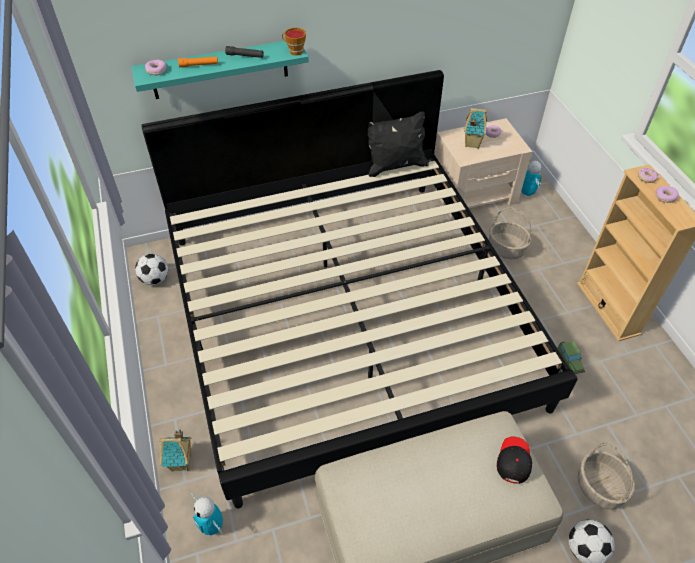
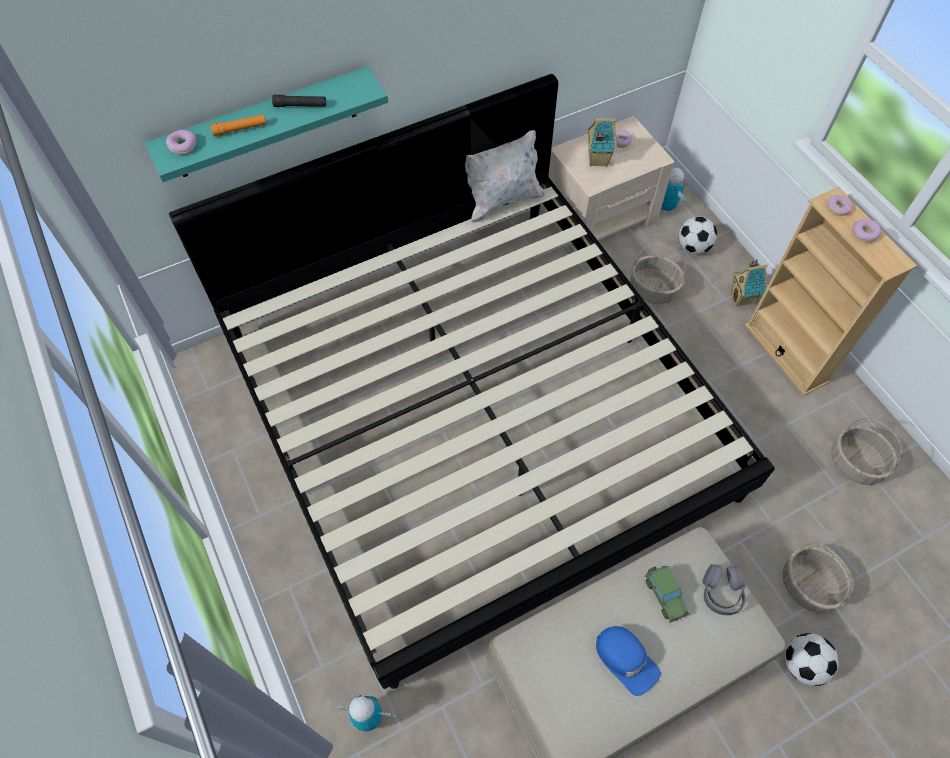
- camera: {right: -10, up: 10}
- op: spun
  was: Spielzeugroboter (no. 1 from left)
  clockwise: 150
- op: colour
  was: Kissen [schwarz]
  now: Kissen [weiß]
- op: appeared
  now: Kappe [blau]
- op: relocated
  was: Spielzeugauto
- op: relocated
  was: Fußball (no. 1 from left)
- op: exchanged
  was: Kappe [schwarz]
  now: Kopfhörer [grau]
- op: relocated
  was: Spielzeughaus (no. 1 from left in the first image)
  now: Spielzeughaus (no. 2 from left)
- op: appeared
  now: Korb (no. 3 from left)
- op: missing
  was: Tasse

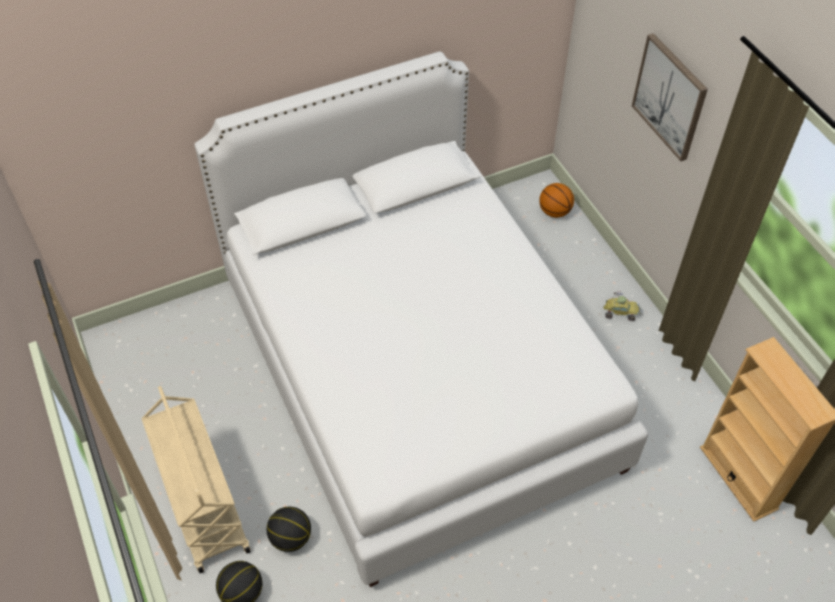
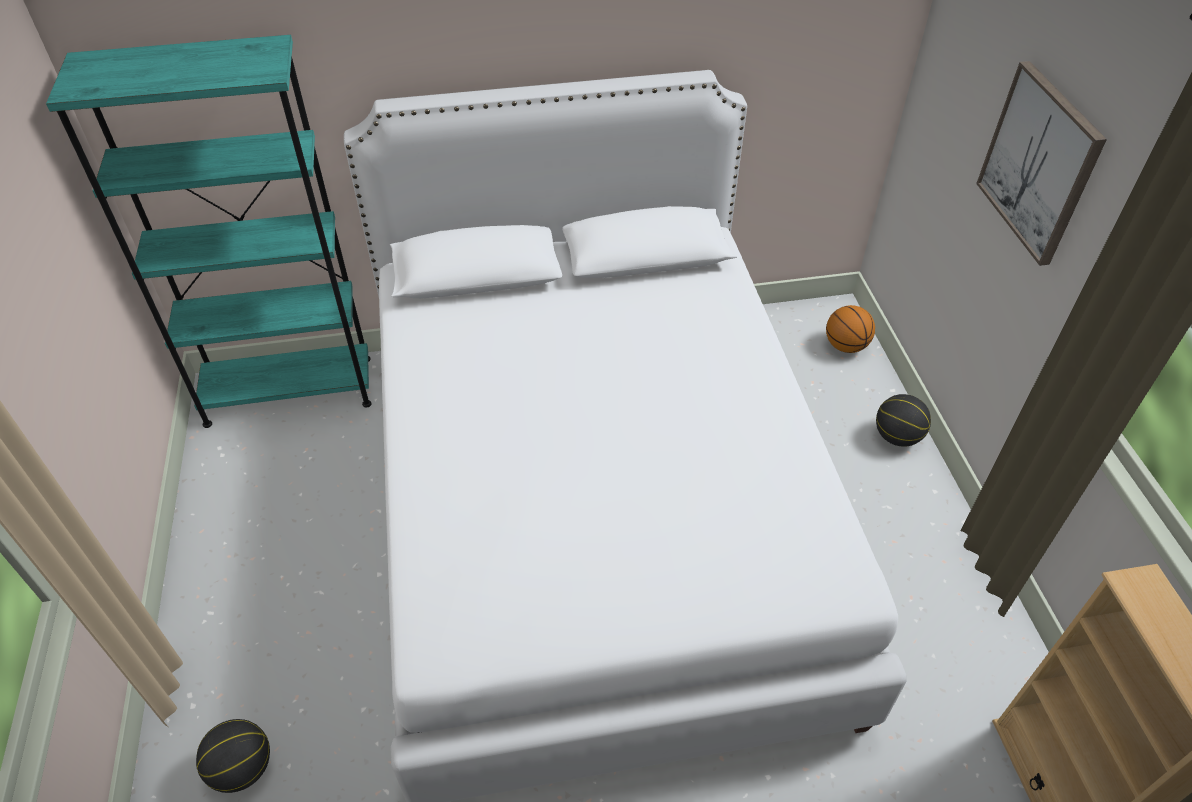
- camera: {right: 15, up: -5}
- op: appeared
  now: Bücherregal [türkis]
- op: relocated
  was: Basketball (no. 2 from left in the first image)
  now: Basketball (no. 3 from left)
- op: missing
  was: Rollwagen [beige]
- op: missing
  was: Spielzeugauto

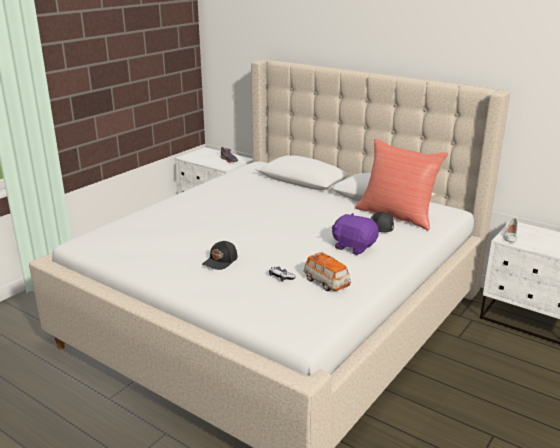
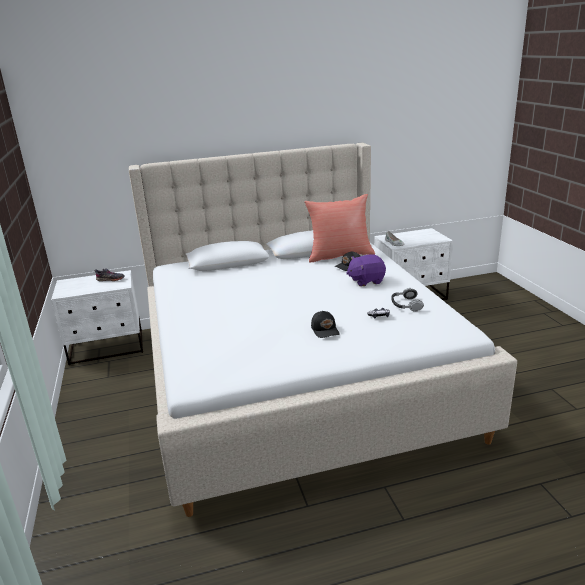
- camera: {right: -50, up: 0}
- op: exchanged
  was: Spielzeugauto
  now: Kopfhörer

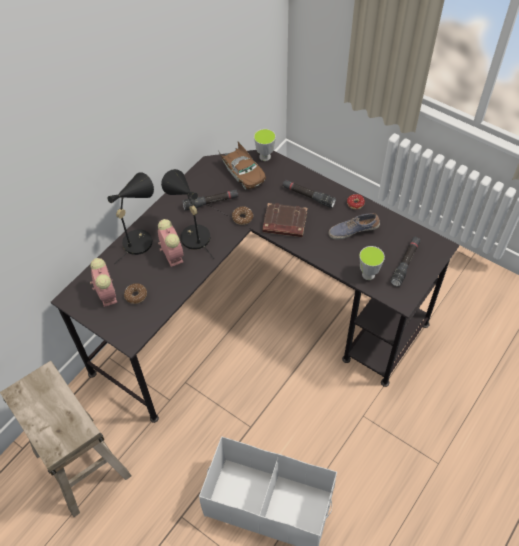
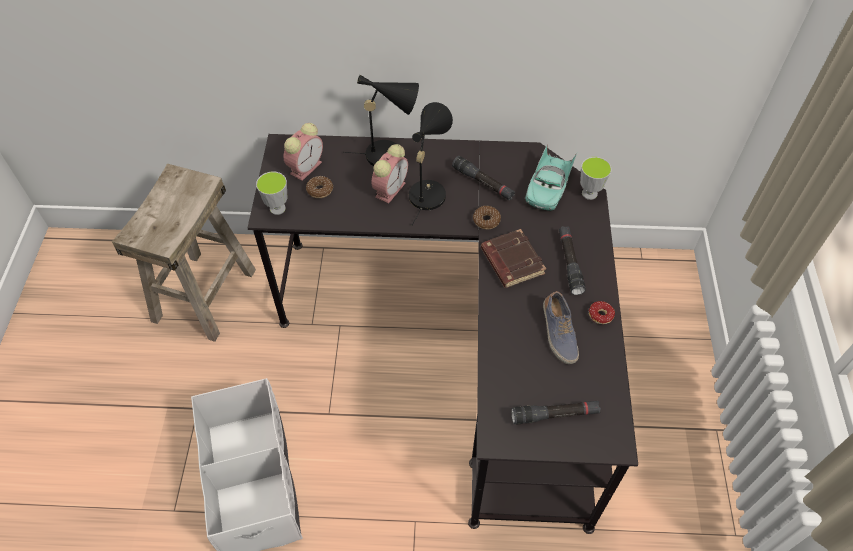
- camera: {right: 55, up: 0}
- op: relocated
  was: Tasse (no. 2 from left in the first image)
  now: Tasse (no. 1 from left)
- op: colour
  was: Spielzeugauto [braun]
  now: Spielzeugauto [türkis]
- op: spun
  was: Schuh
  clockwise: -150

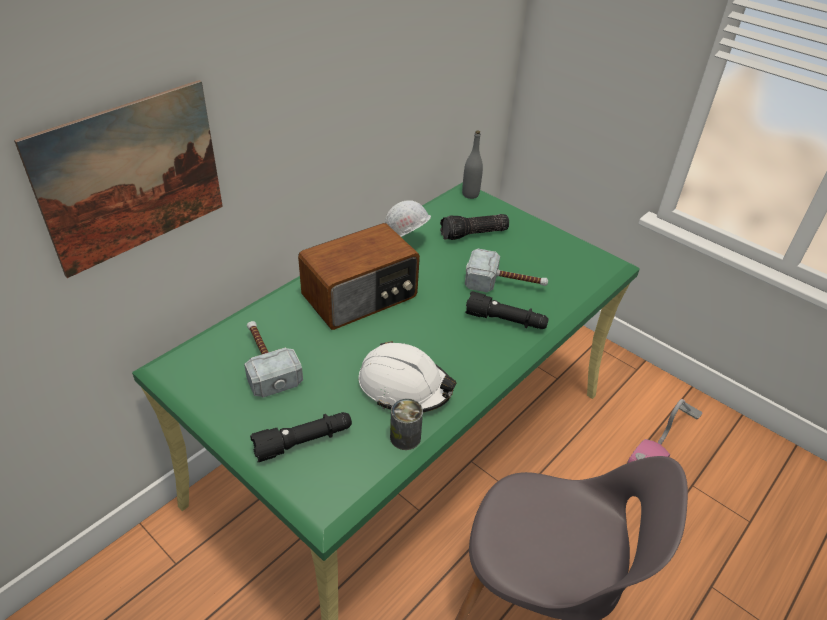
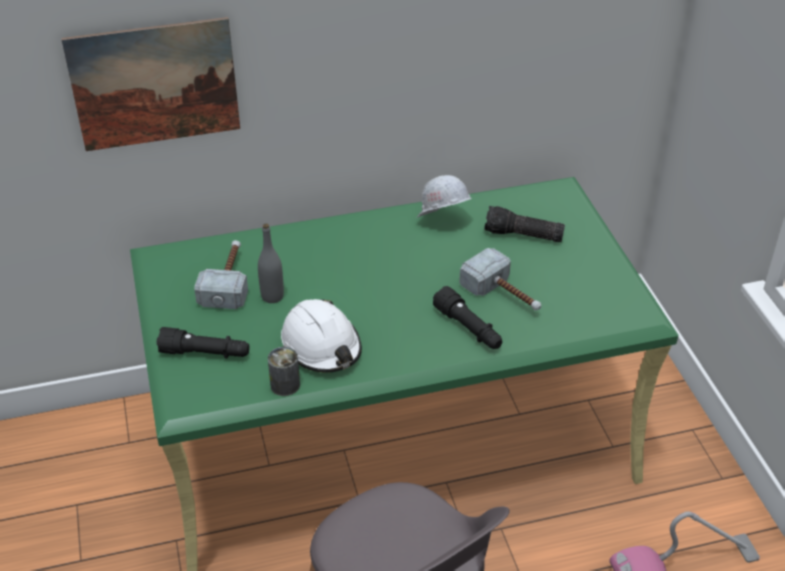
- camera: {right: 35, up: 0}
- op: relocated
  was: Flasche [grau]
- op: missing
  was: Radio

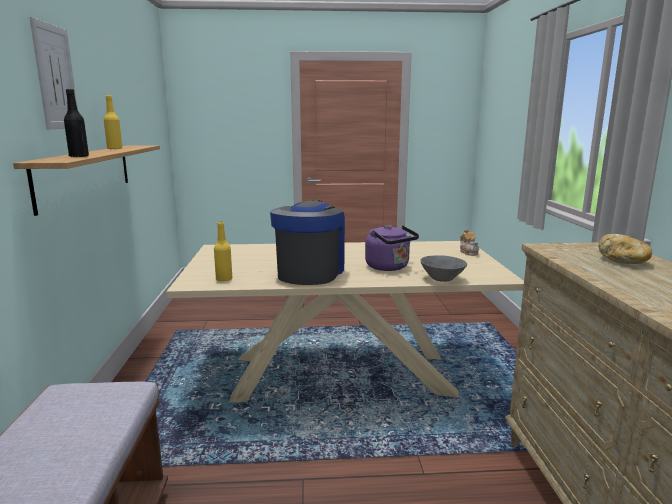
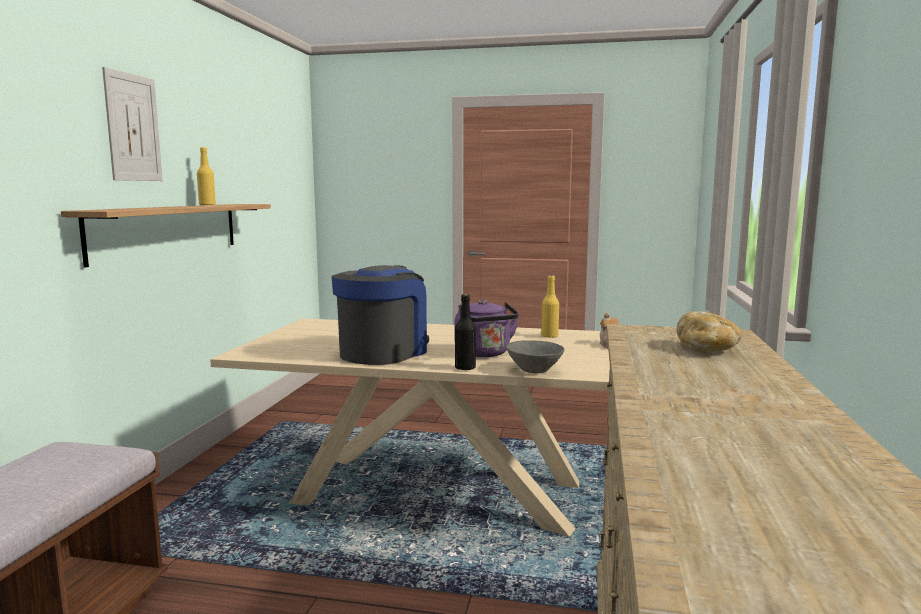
- camera: {right: 15, up: -5}
- op: relocated
  was: Flasche [schwarz]
- op: relocated
  was: Flasche [gelb] (no. 2 from left)

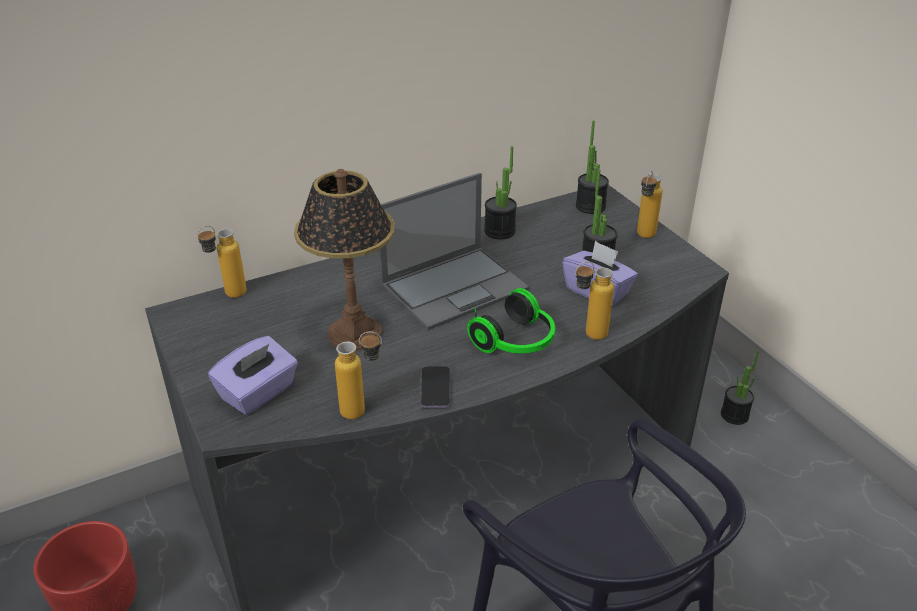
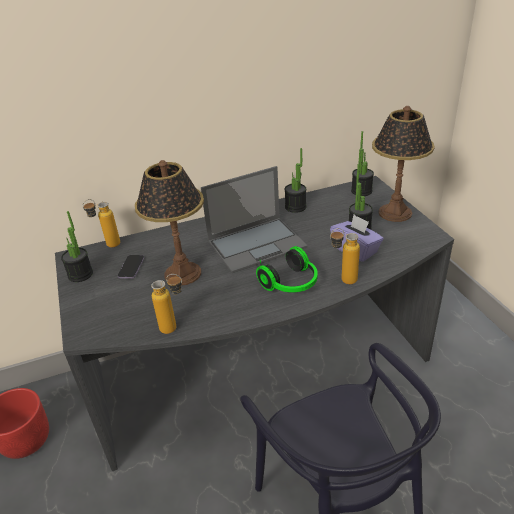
- camera: {right: 10, up: 0}
- op: relocated
  was: Topfpflanze (no. 4 from left in the first image)
  now: Topfpflanze (no. 1 from left)
- op: relocated
  was: Handy
- op: exchanged
  was: Flasche (no. 4 from left)
  now: Tischlampe (no. 2 from left)
- op: missing
  was: Taschentuchbox [lila] (no. 1 from left)

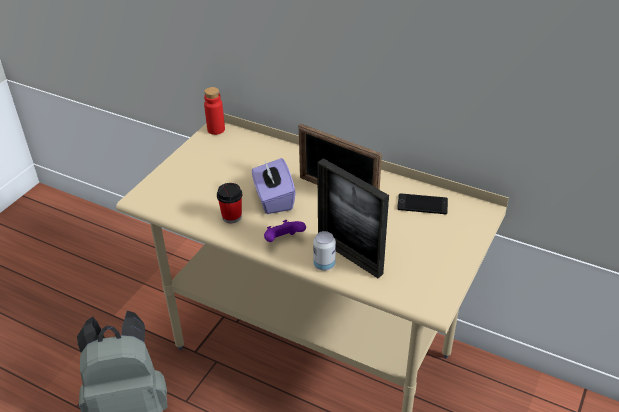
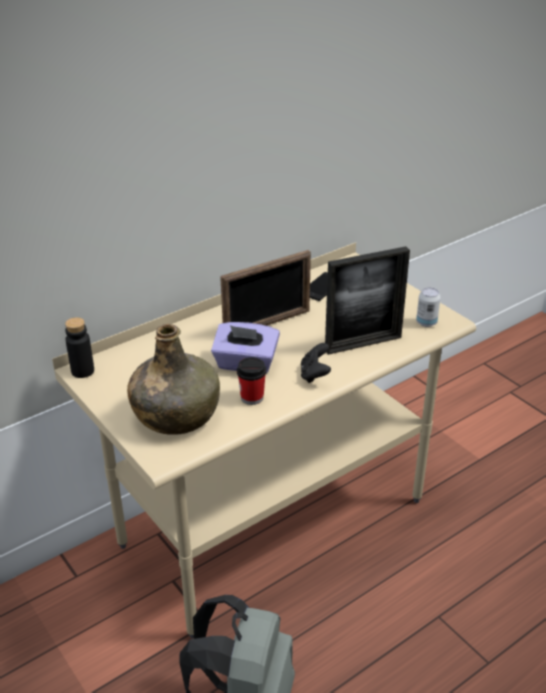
- camera: {right: -65, up: -5}
- op: colour
  was: Flasche [rot]
  now: Flasche [schwarz]
- op: appeared
  now: Flasche [grün]
- op: colour
  was: Gamepad [lila]
  now: Gamepad [schwarz]
- op: relocated
  was: Dose

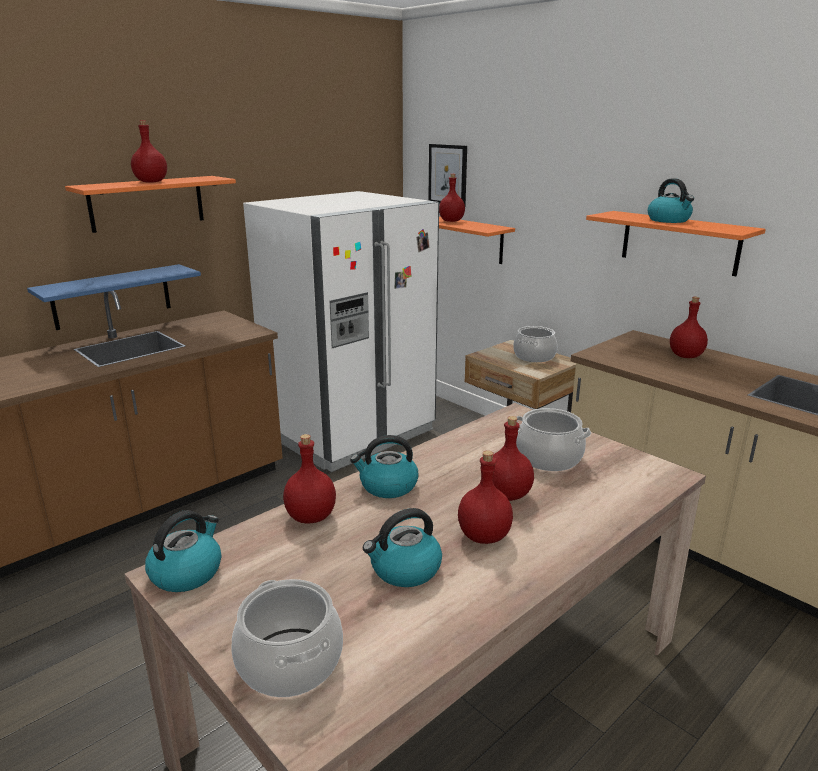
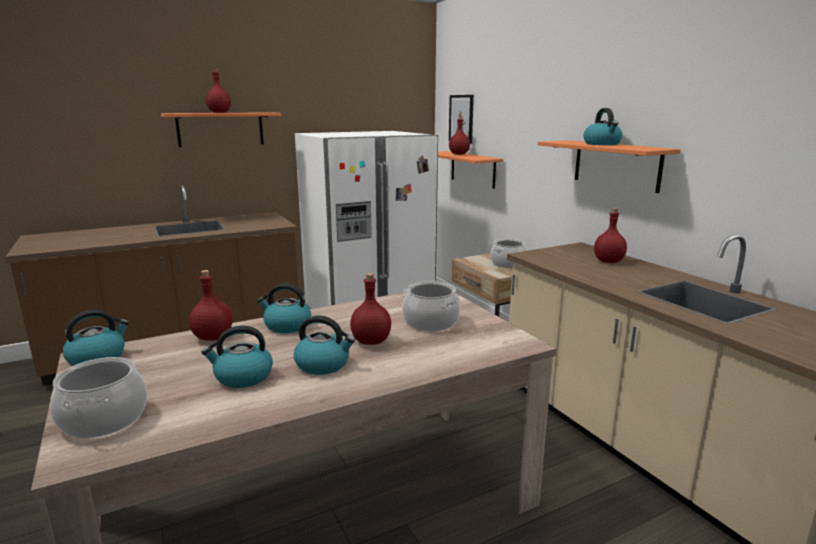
- camera: {right: 15, up: -5}
- op: exchanged
  was: Flasche [rot] (no. 4 from left)
  now: Wasserkessel (no. 4 from left)
- op: missing
  was: Wandregal [blau]

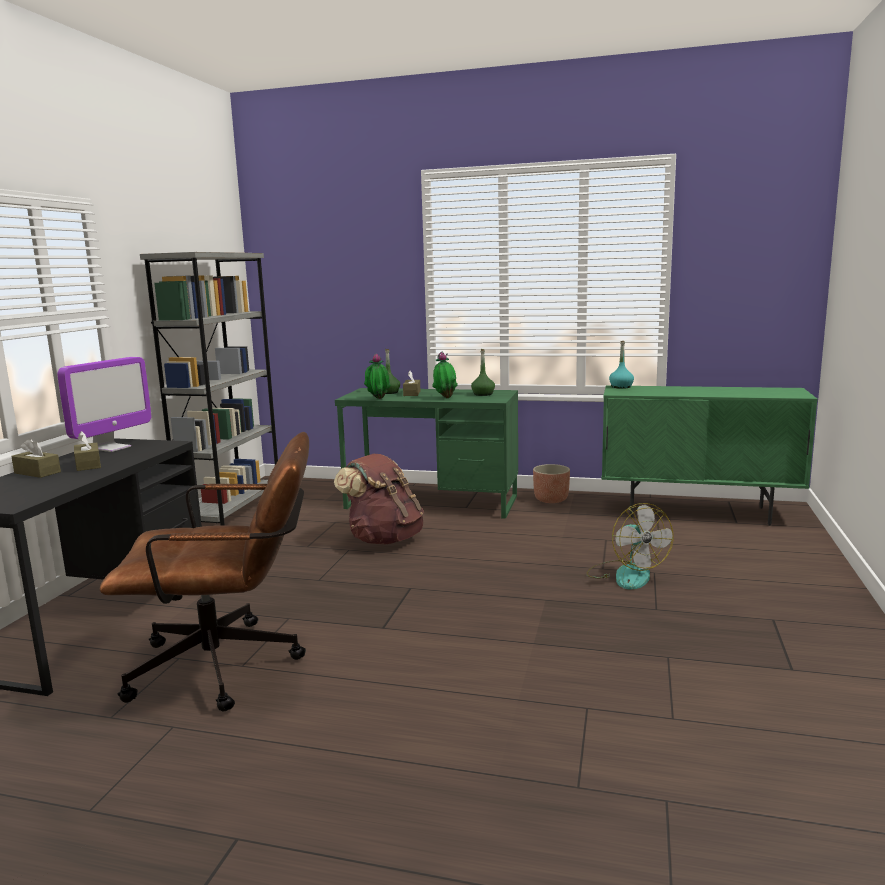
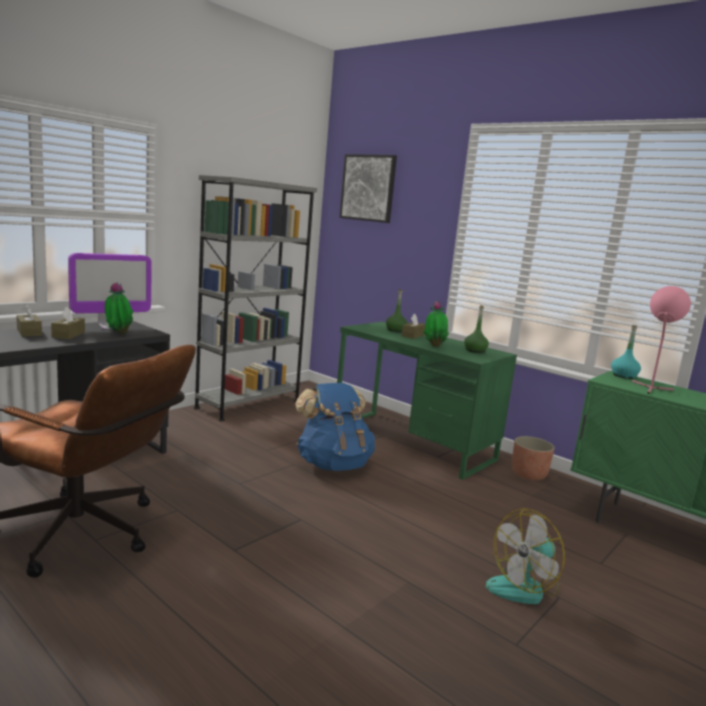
- camera: {right: 25, up: 0}
- op: relocated
  was: Topfpflanze (no. 1 from left)
- op: colour
  was: Rucksack [braun]
  now: Rucksack [blau]
- op: appeared
  now: Bild
- op: spun
  was: Ventilator
  clockwise: 45
- op: appeared
  now: Tischlampe [rosa]

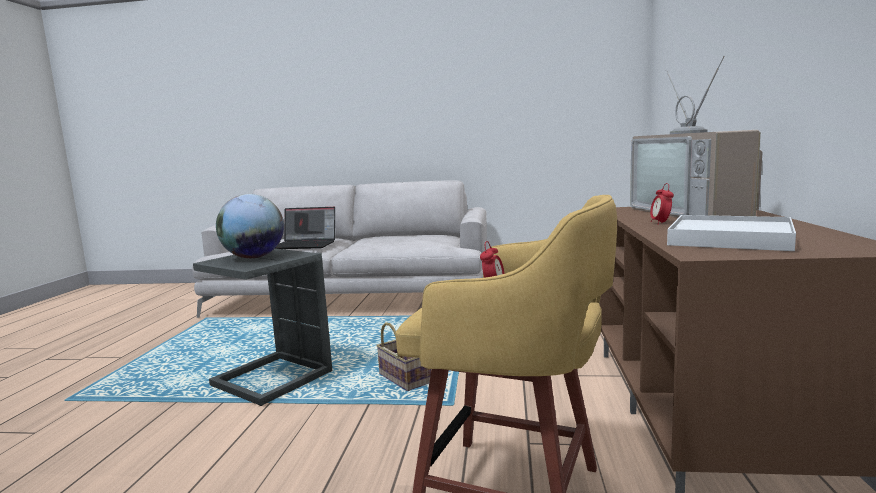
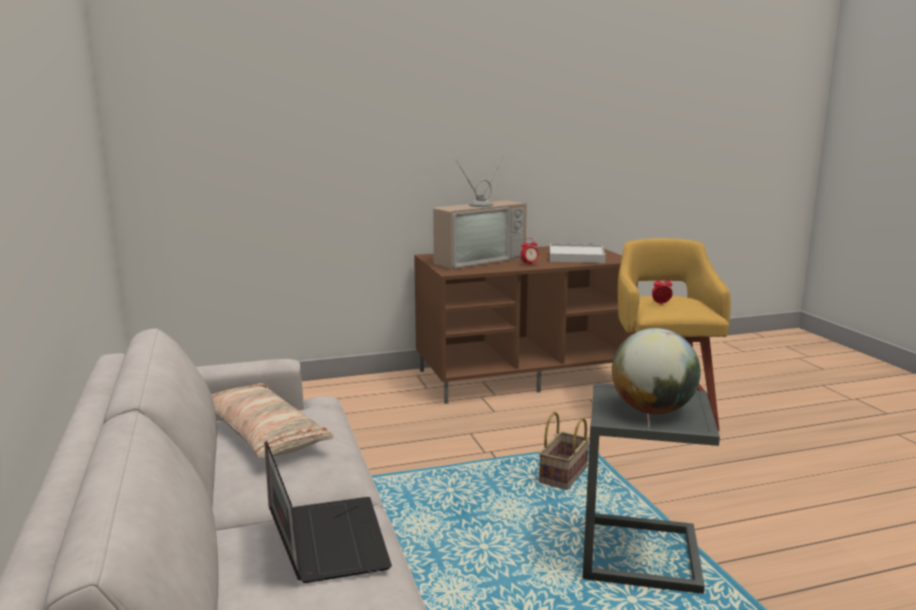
- camera: {right: -115, up: 5}
- op: appeared
  now: Kissen

